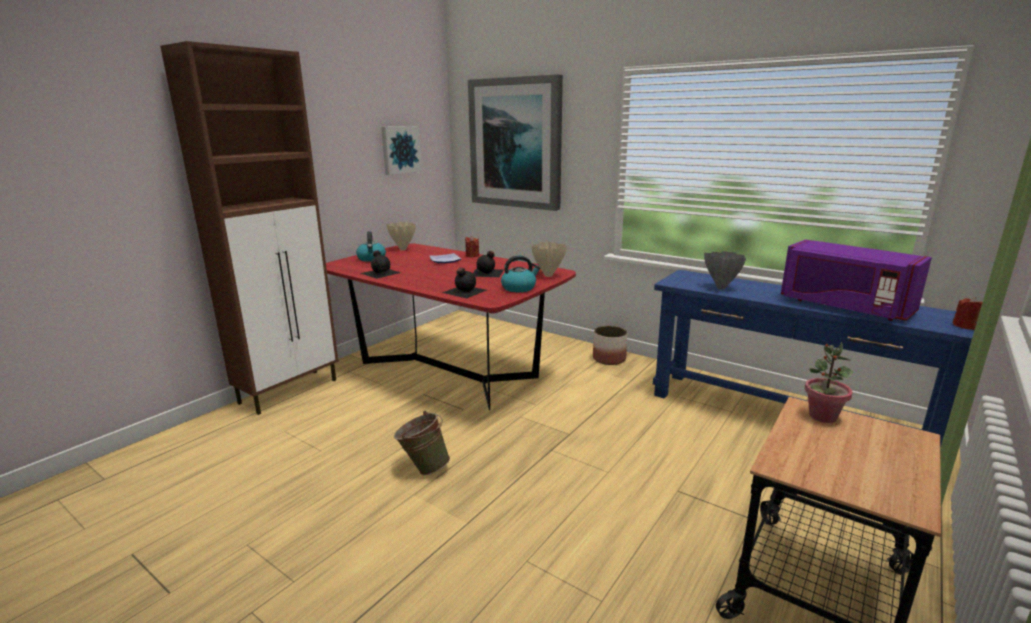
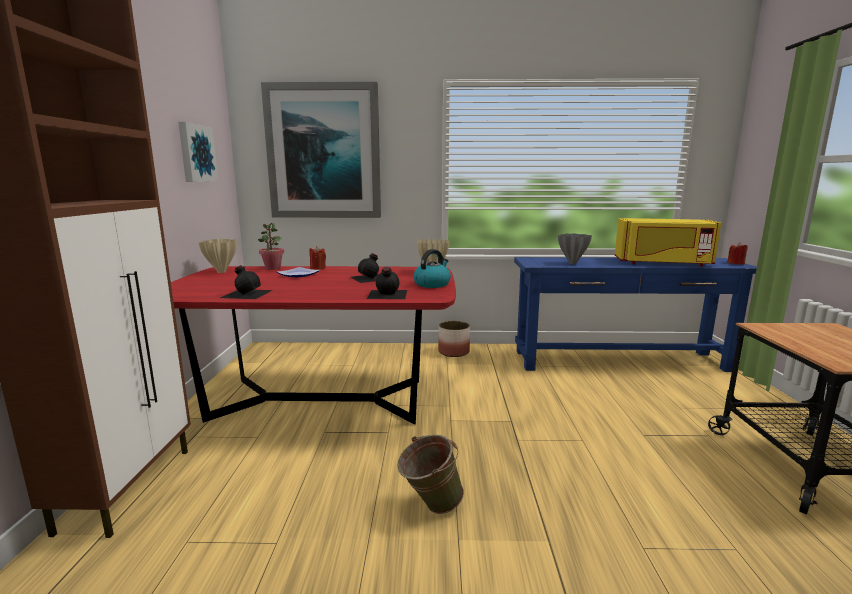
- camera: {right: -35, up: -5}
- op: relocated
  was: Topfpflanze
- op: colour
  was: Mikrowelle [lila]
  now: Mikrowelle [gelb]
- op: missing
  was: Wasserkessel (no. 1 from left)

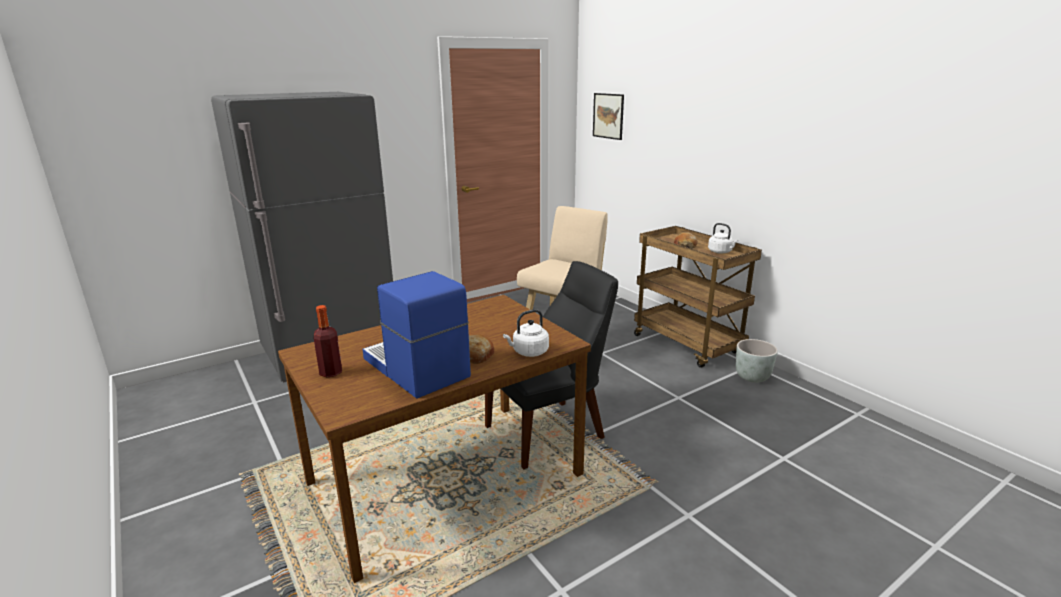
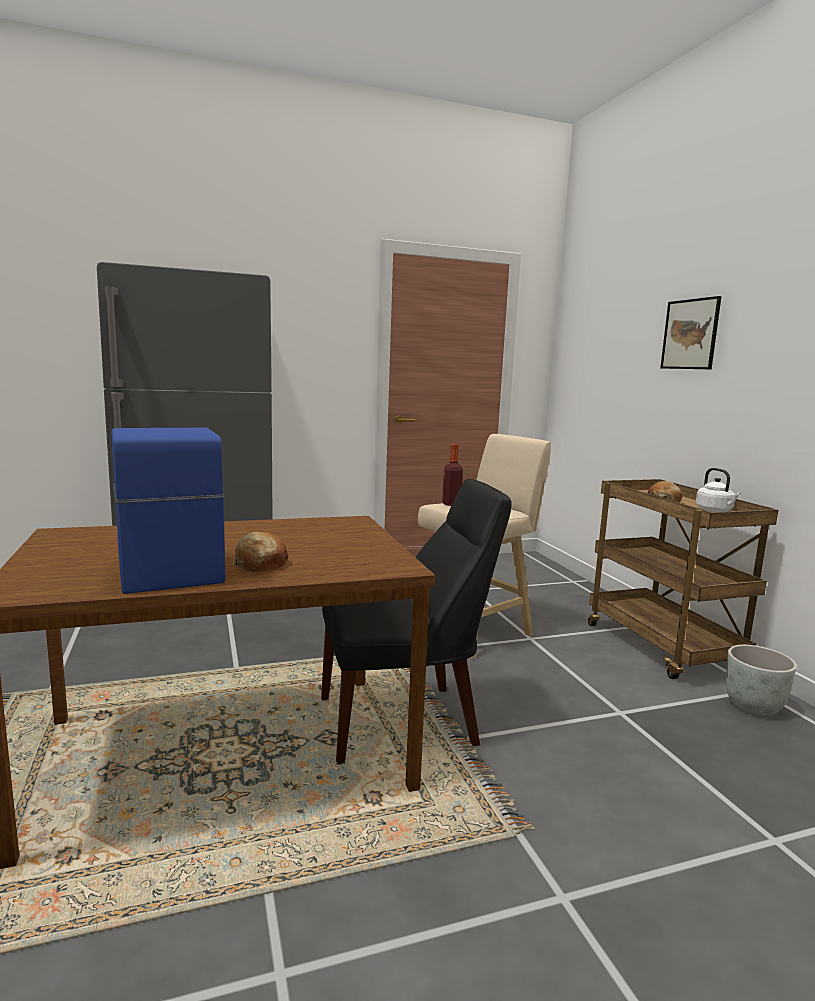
- camera: {right: 15, up: -10}
- op: relocated
  was: Flasche
- op: relocated
  was: Bild
- op: missing
  was: Wasserkessel [weiß] (no. 1 from left)

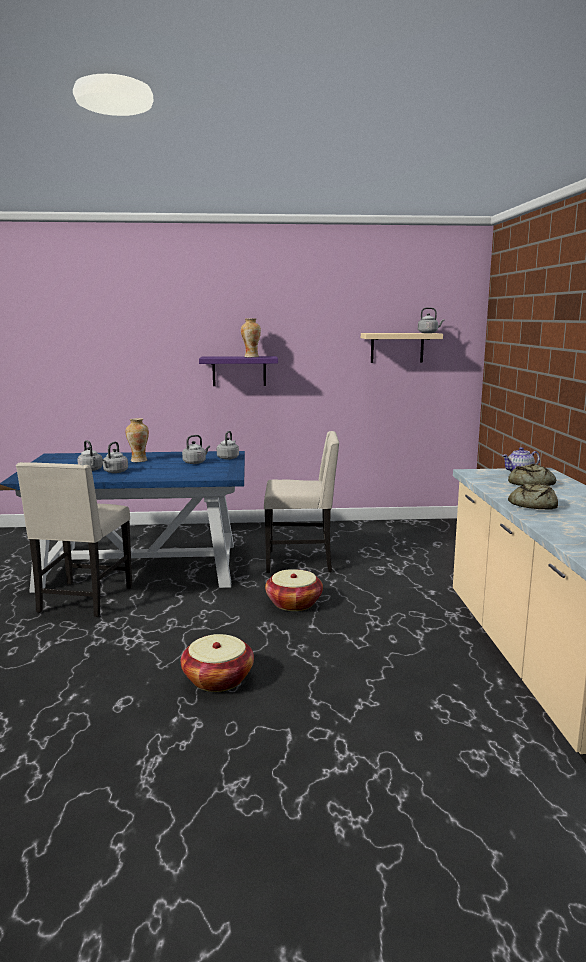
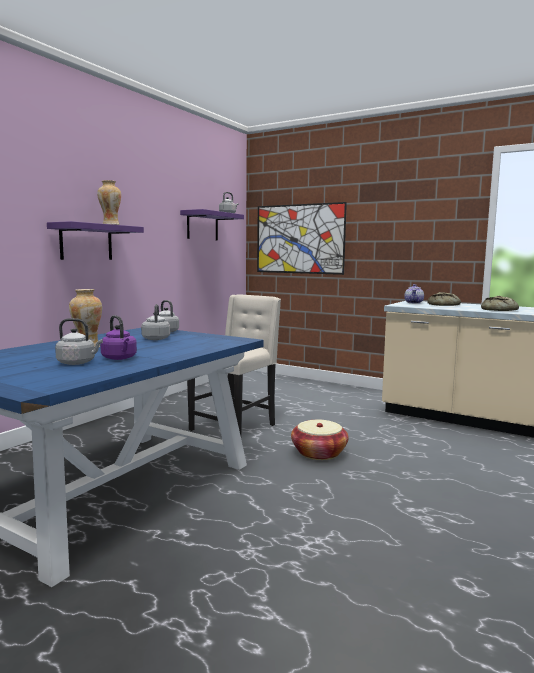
- camera: {right: -55, up: -5}
- op: colour
  was: Wasserkessel [grau] (no. 2 from left)
  now: Wasserkessel [lila]
- op: colour
  was: Wandregal [beige]
  now: Wandregal [lila] (no. 2 from left)
- op: appeared
  now: Bild
- op: missing
  was: Stuhl [beige] (no. 1 from left)
- op: missing
  was: Korb (no. 1 from left)

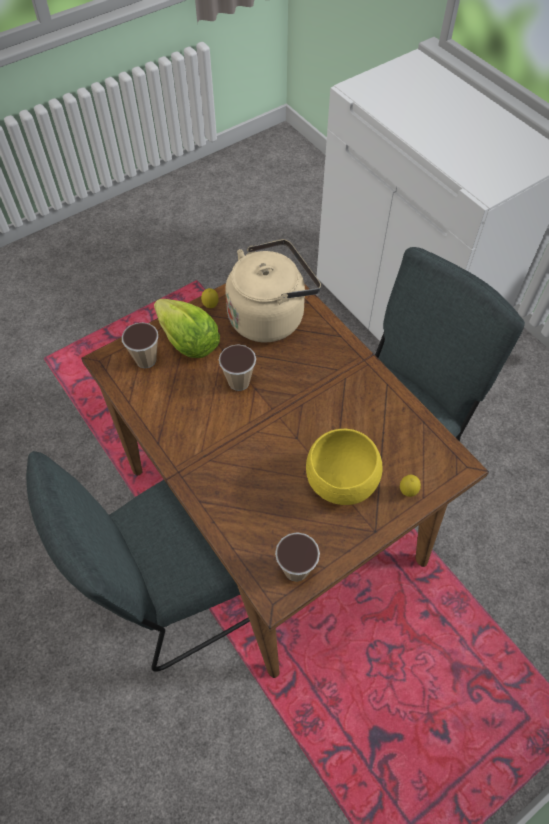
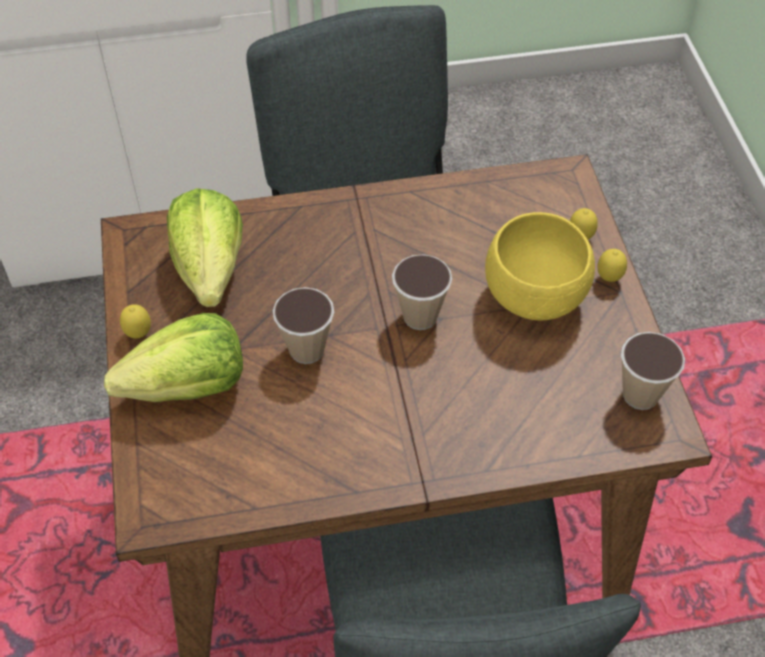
- camera: {right: -65, up: -5}
- op: exchanged
  was: Wasserkessel [beige]
  now: Salatkopf (no. 2 from left)
- op: relocated
  was: Tasse (no. 1 from left in the first image)
  now: Tasse (no. 2 from left)
- op: appeared
  now: Zitrone (no. 3 from left)

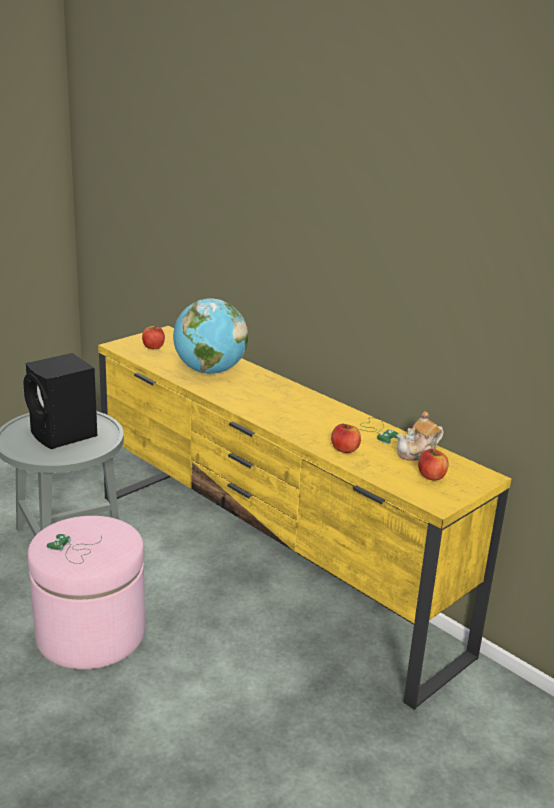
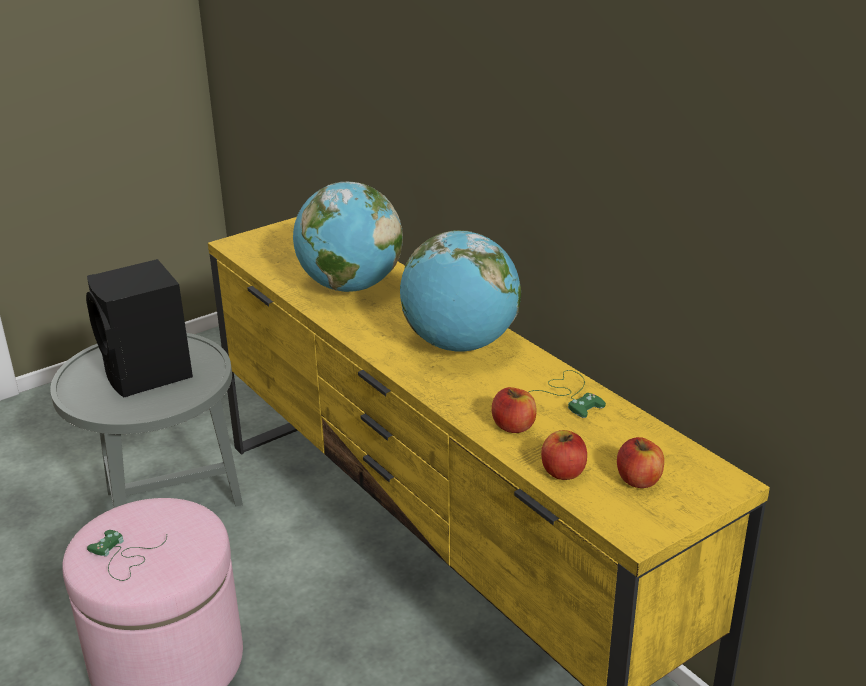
- camera: {right: 10, up: 5}
- op: appeared
  now: Globus (no. 2 from left)
- op: relocated
  was: Apfel (no. 1 from left in the first image)
  now: Apfel (no. 2 from left)
- op: missing
  was: Teekanne

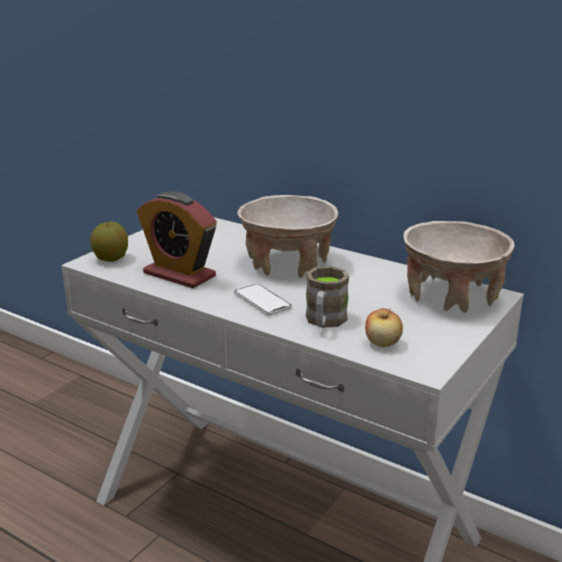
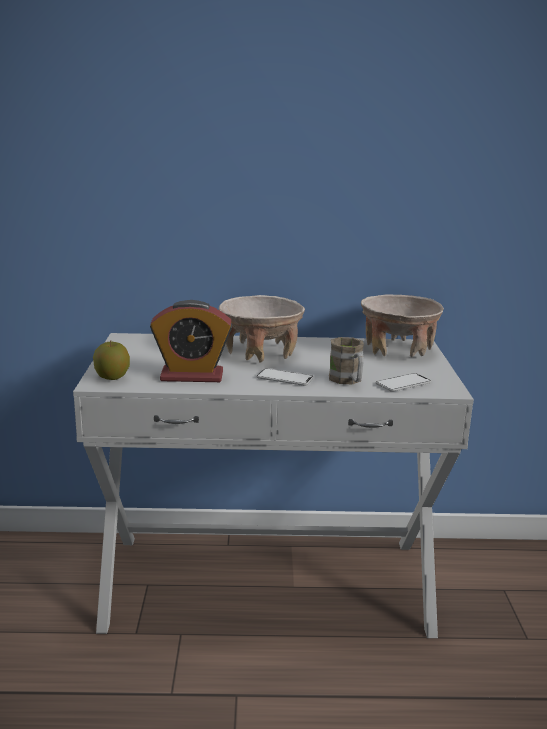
- camera: {right: -35, up: -5}
- op: exchanged
  was: Apfel (no. 2 from left)
  now: Handy (no. 2 from left)

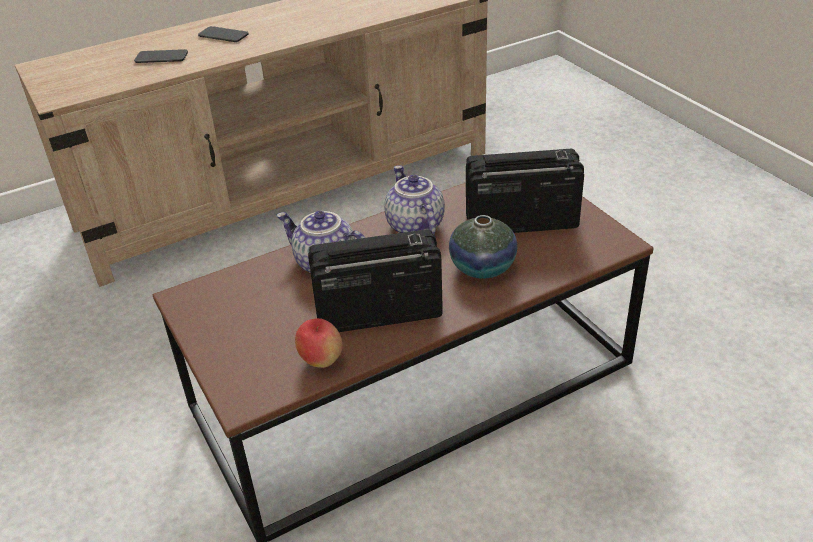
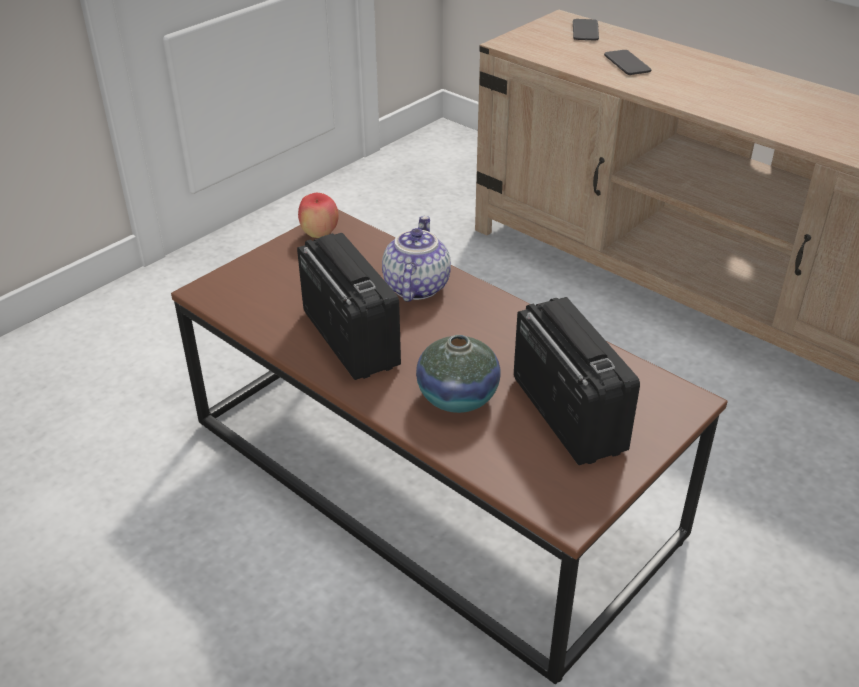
- camera: {right: 70, up: 0}
- op: relocated
  was: Apfel
- op: relocated
  was: Handy (no. 2 from left in the first image)
  now: Handy (no. 1 from left)
- op: missing
  was: Teekanne (no. 2 from left)

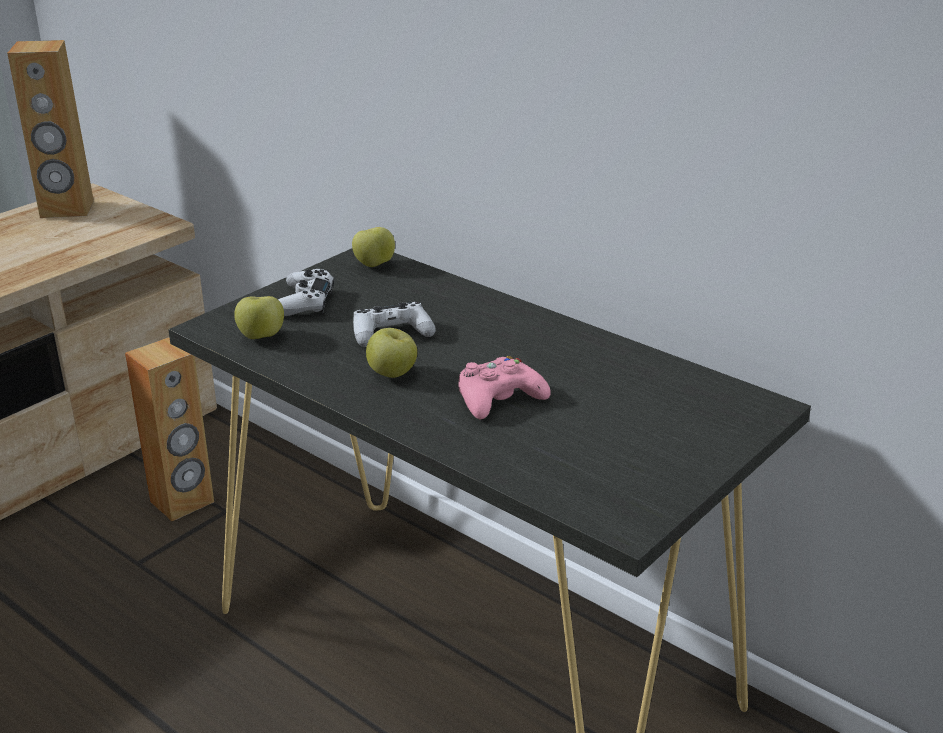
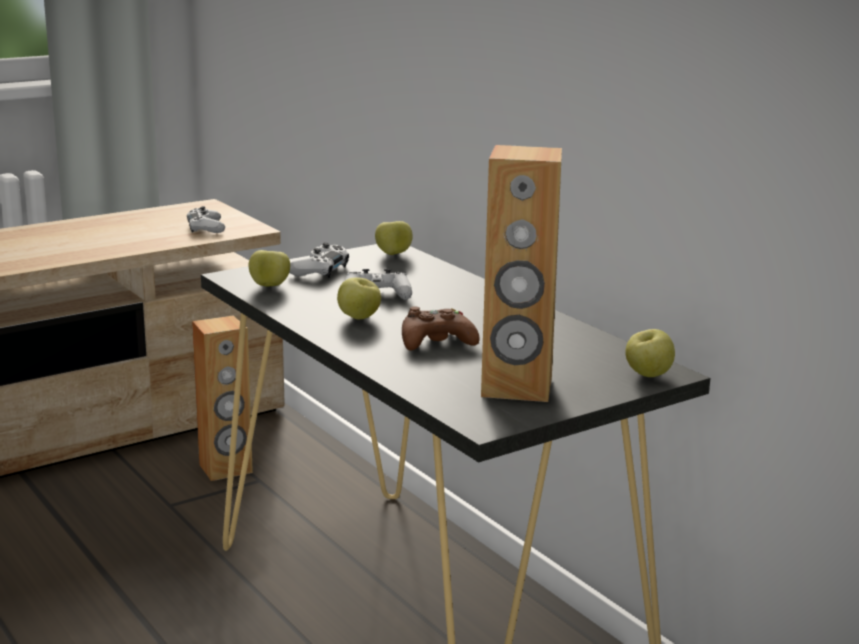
- camera: {right: 15, up: -10}
- op: appeared
  now: Gamepad [weiß] (no. 1 from left)
- op: colour
  was: Gamepad [rosa]
  now: Gamepad [braun]
- op: relocated
  was: Lautsprecher [braun] (no. 1 from left in the first image)
  now: Lautsprecher [braun] (no. 2 from left)
- op: appeared
  now: Apfel (no. 4 from left)

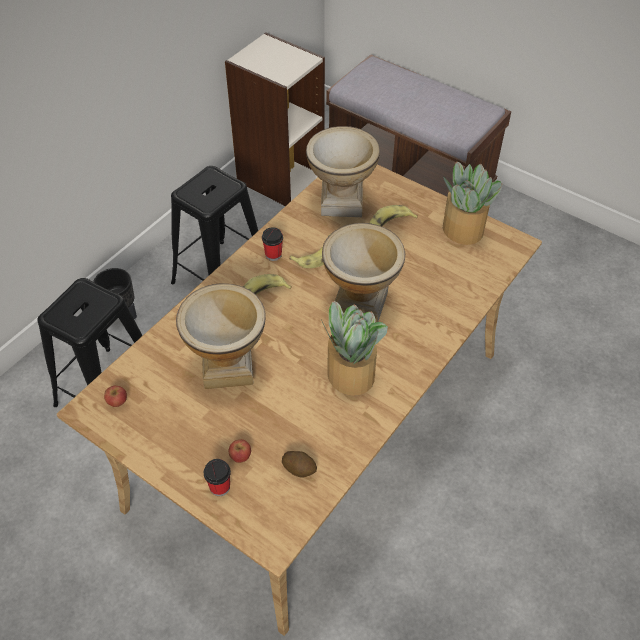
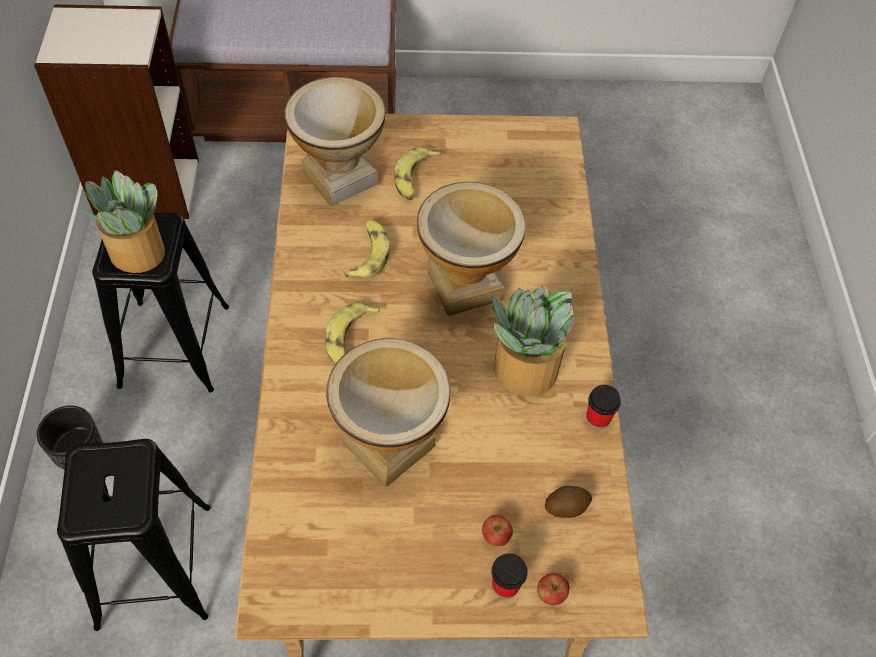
- camera: {right: -40, up: 5}
- op: relocated
  was: Topfpflanze (no. 2 from left in the first image)
  now: Topfpflanze (no. 1 from left)
- op: relocated
  was: Apfel (no. 1 from left in the first image)
  now: Apfel (no. 2 from left)
- op: relocated
  was: Tasse (no. 2 from left)

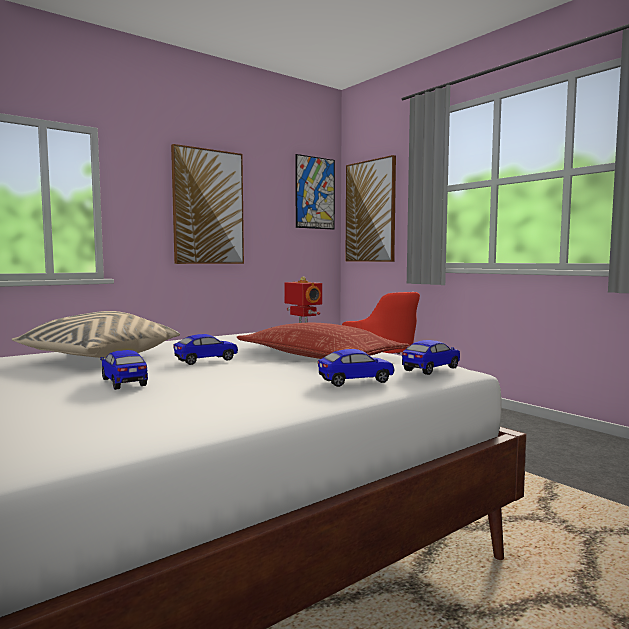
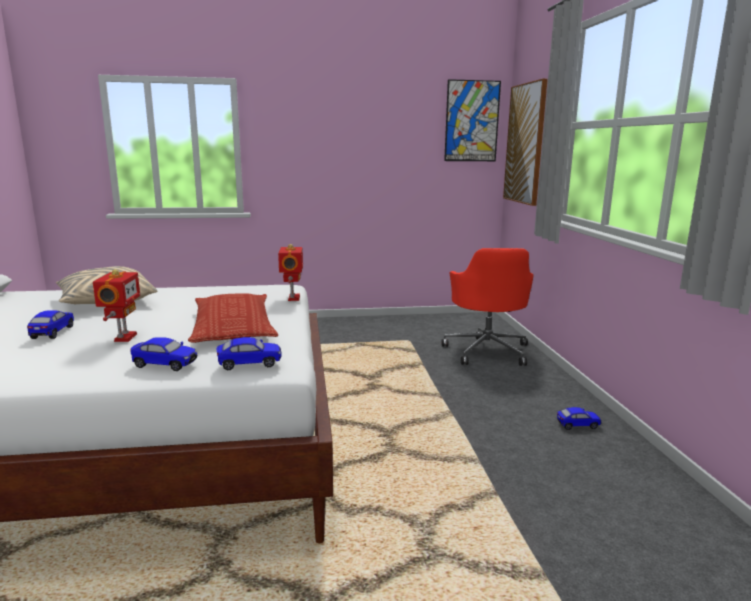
- camera: {right: 30, up: 10}
- op: appeared
  now: Spielzeugroboter (no. 1 from left)
- op: relocated
  was: Spielzeugauto (no. 2 from left in the first image)
  now: Spielzeugauto (no. 4 from left)
- op: missing
  was: Bild (no. 1 from left)

